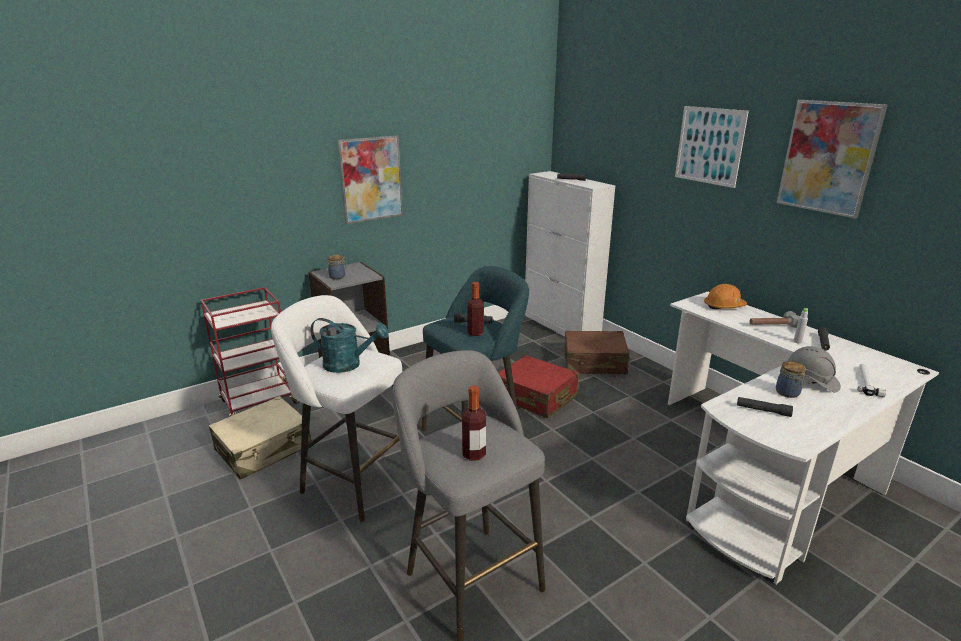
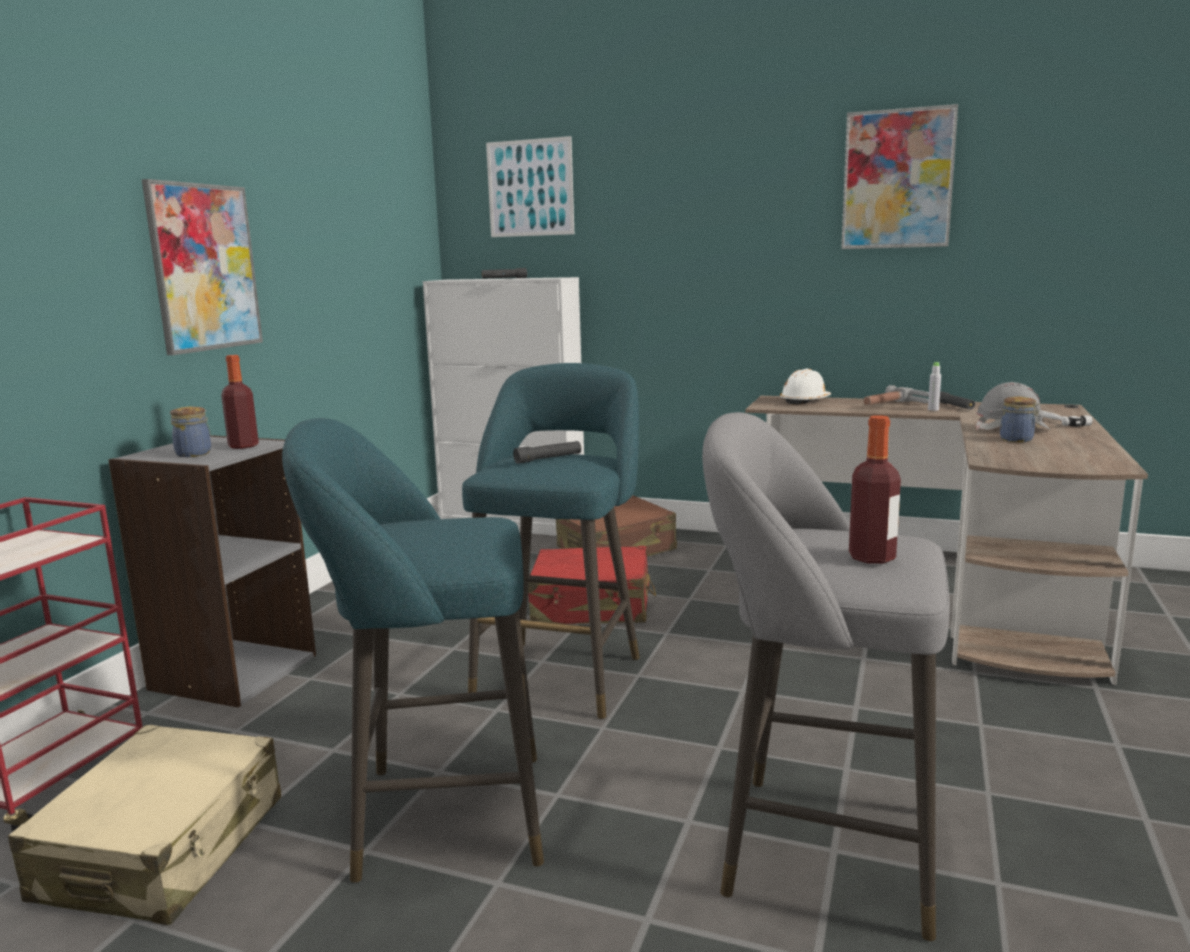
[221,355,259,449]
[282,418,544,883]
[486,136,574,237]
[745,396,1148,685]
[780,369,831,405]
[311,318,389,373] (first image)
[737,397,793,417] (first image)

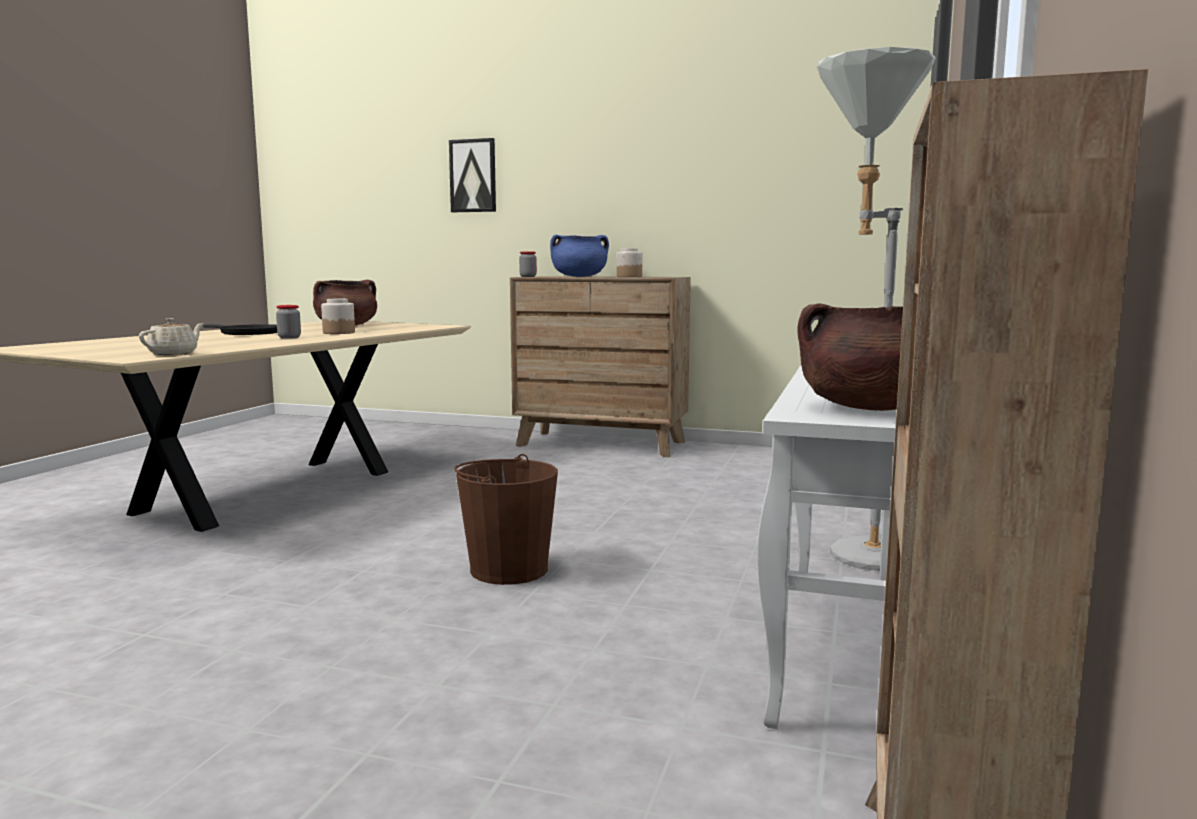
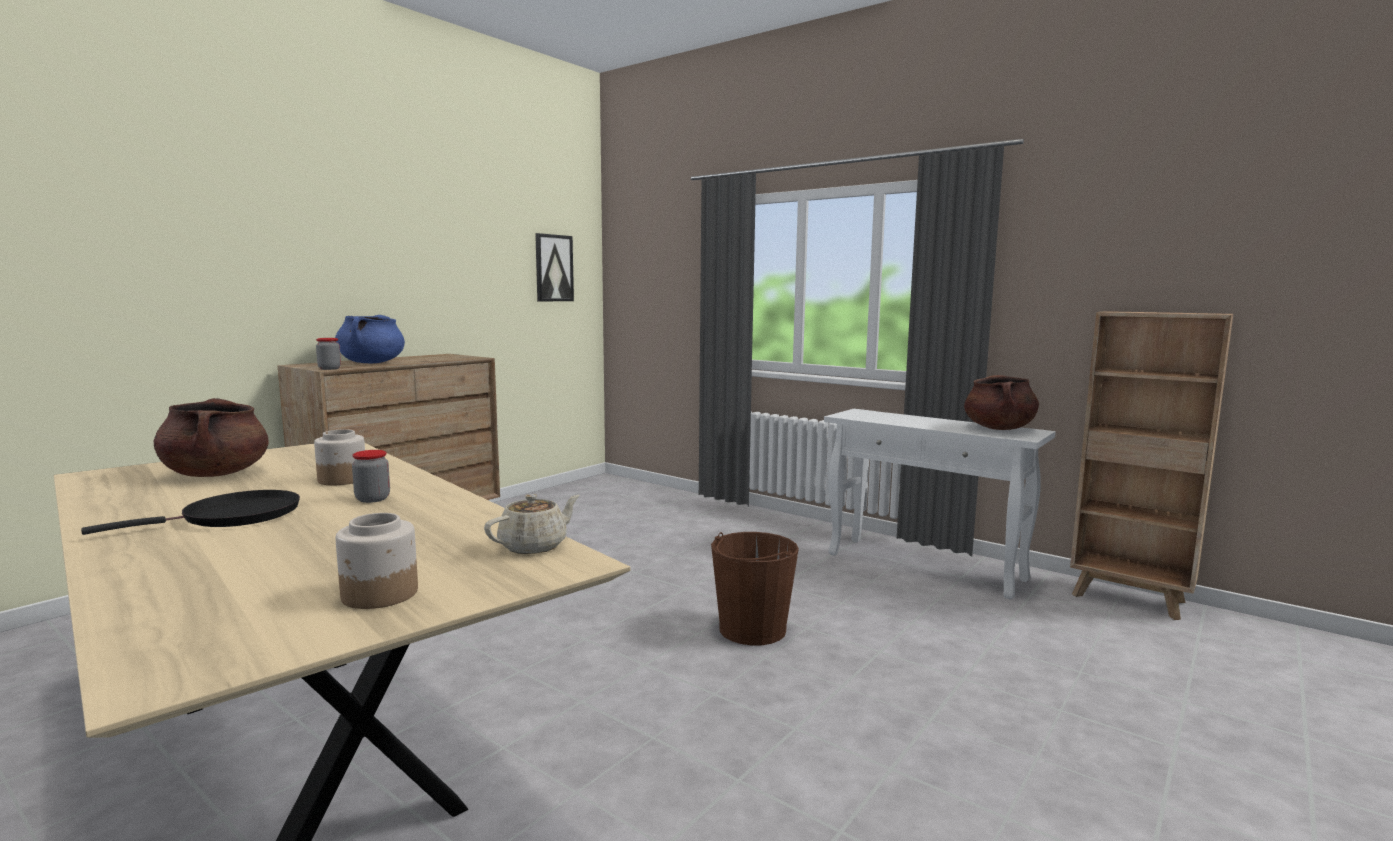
[336,513,418,609]
[484,494,580,554]
[535,233,574,301]
[817,47,936,571] (first image)

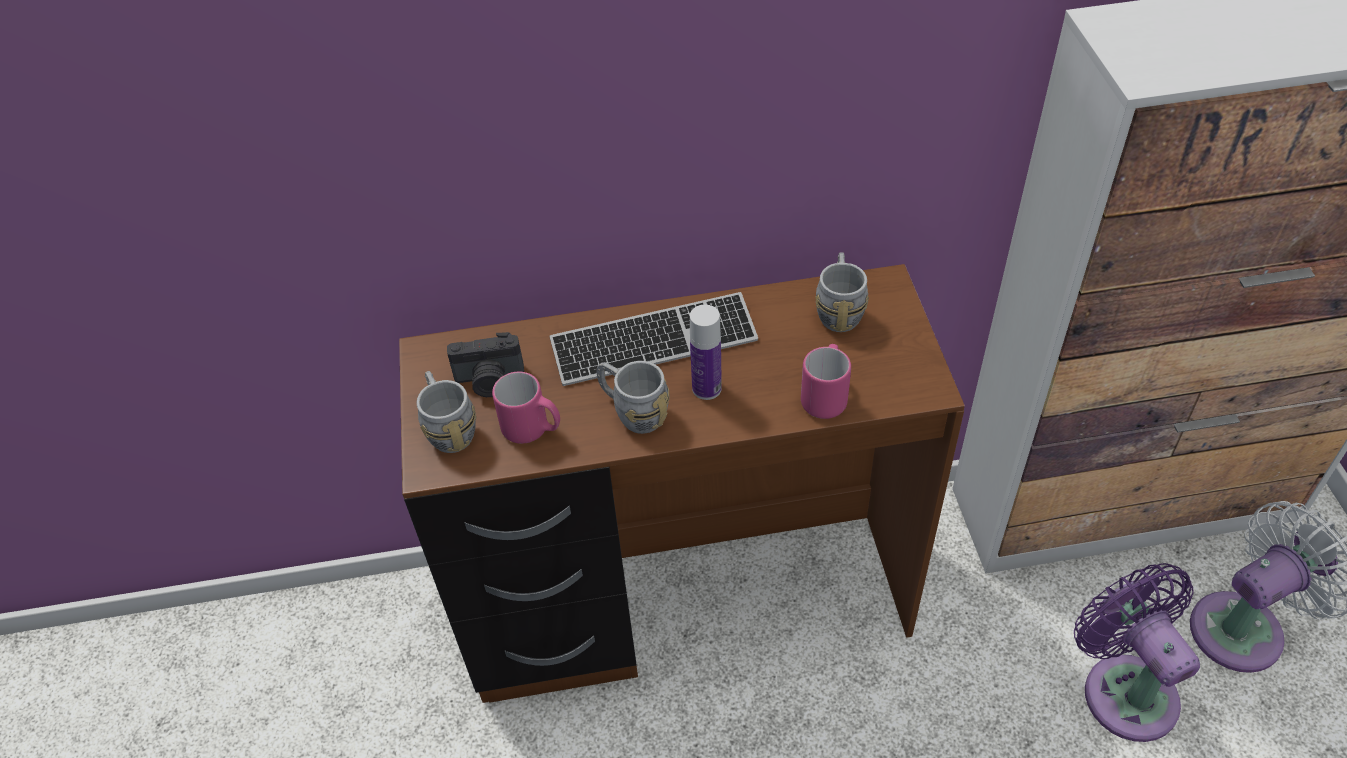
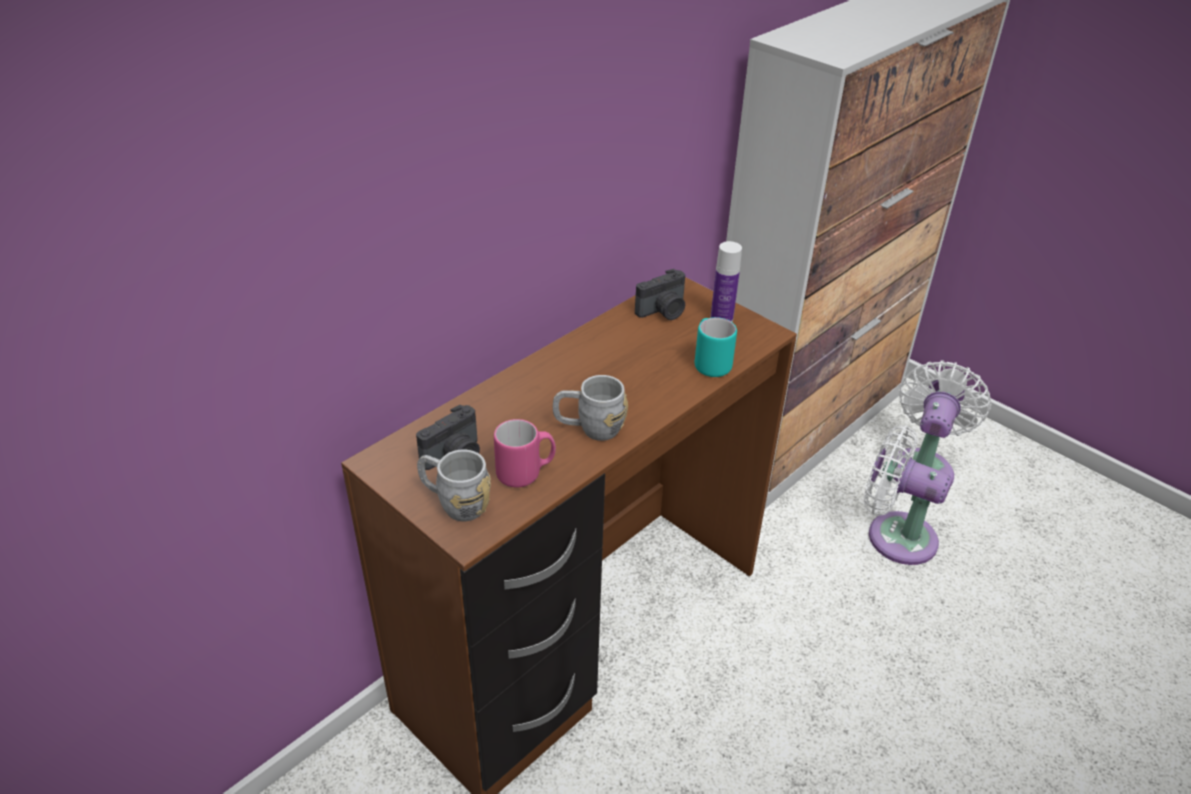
[635,269,685,320]
[695,317,737,377]
[710,241,742,322]
[863,425,952,565]
[550,292,758,386] (first image)

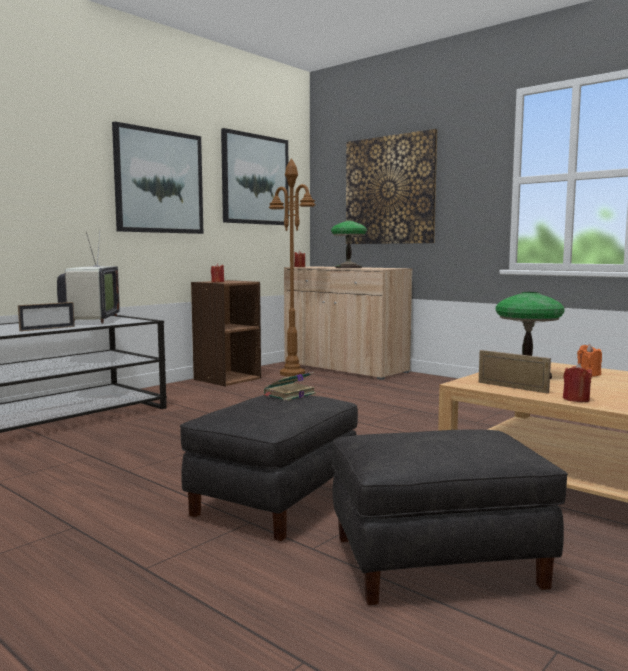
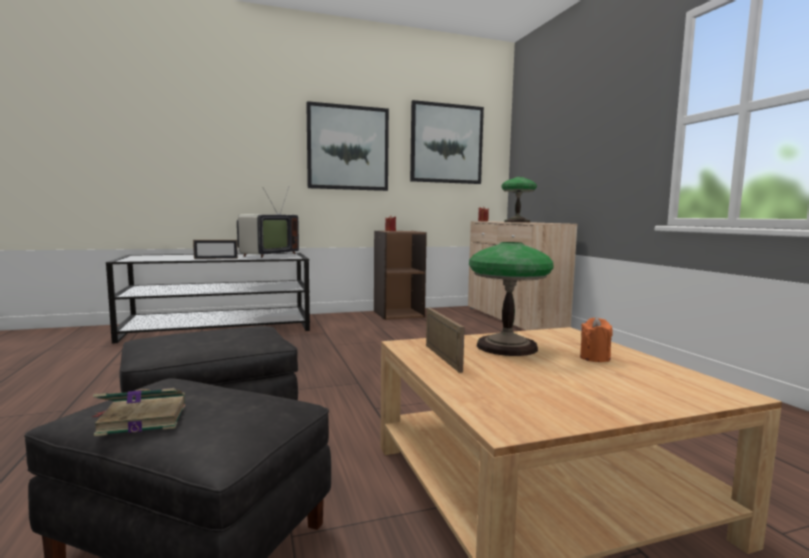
[92,388,185,436]
[269,158,316,376] (first image)
[346,129,437,244] (first image)
[563,363,592,402] (first image)

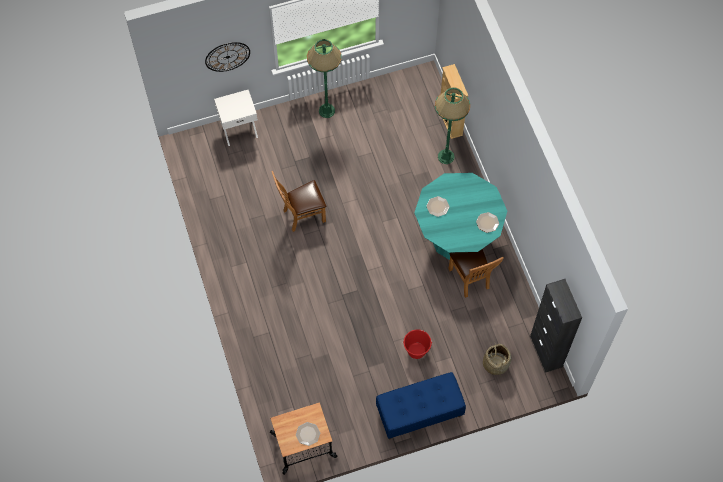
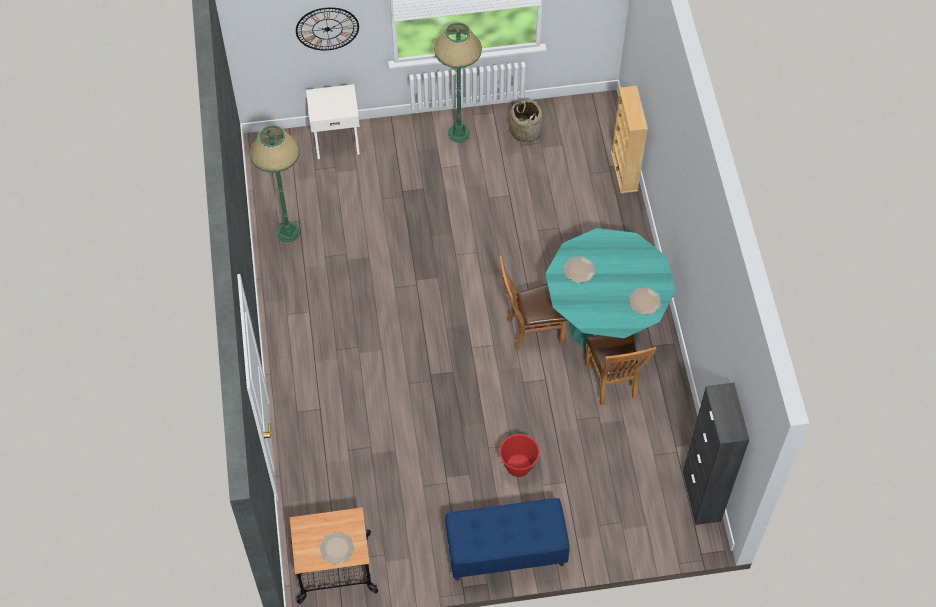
[250,125,300,242]
[499,255,568,350]
[509,100,543,143]

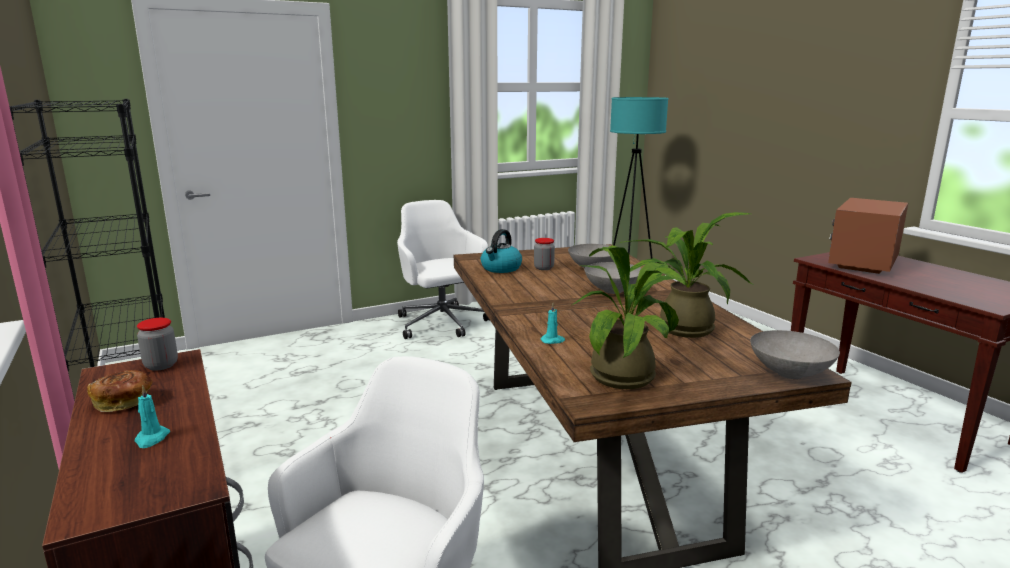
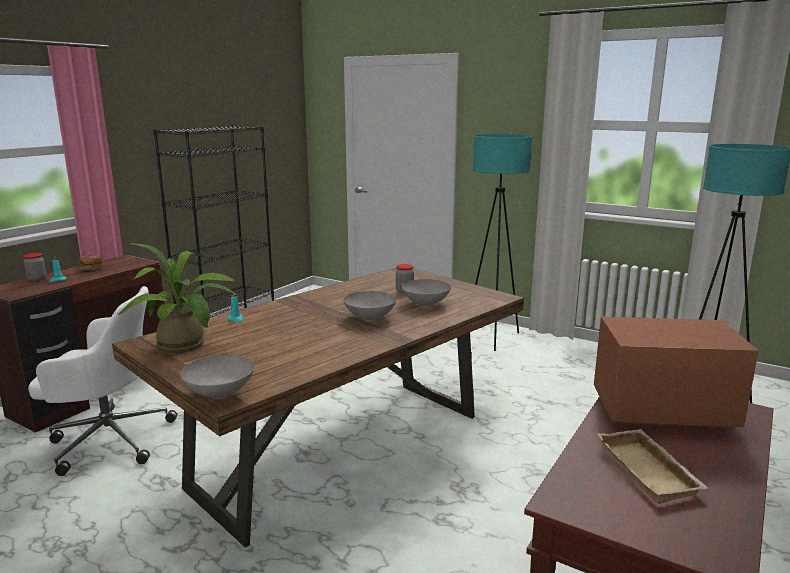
[23,253,46,281]
[473,134,533,351]
[597,429,709,504]
[481,229,522,273] (first image)
[619,212,753,338] (first image)

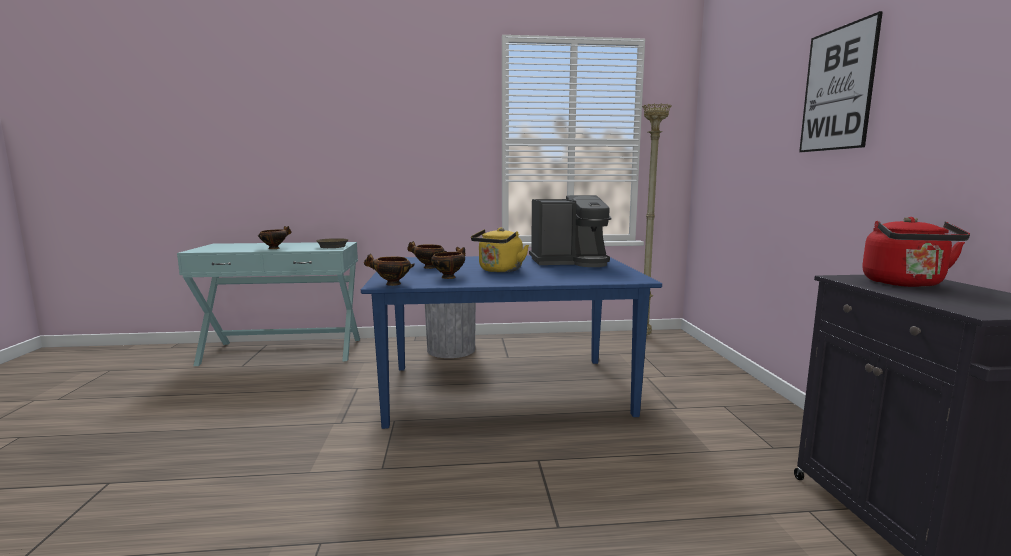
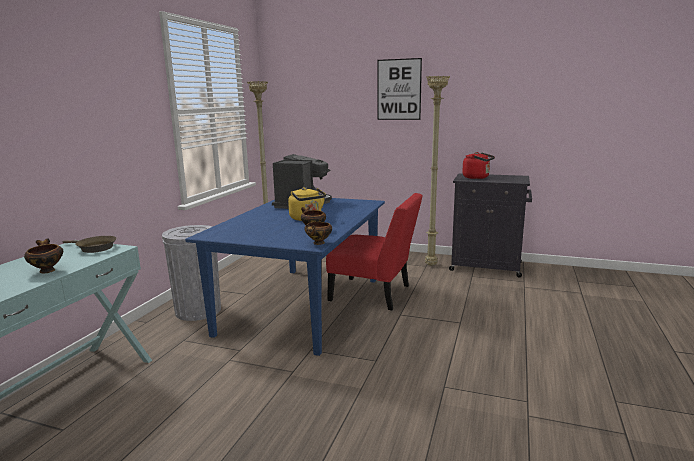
[326,193,423,310]
[425,76,450,266]
[407,241,447,269] (first image)

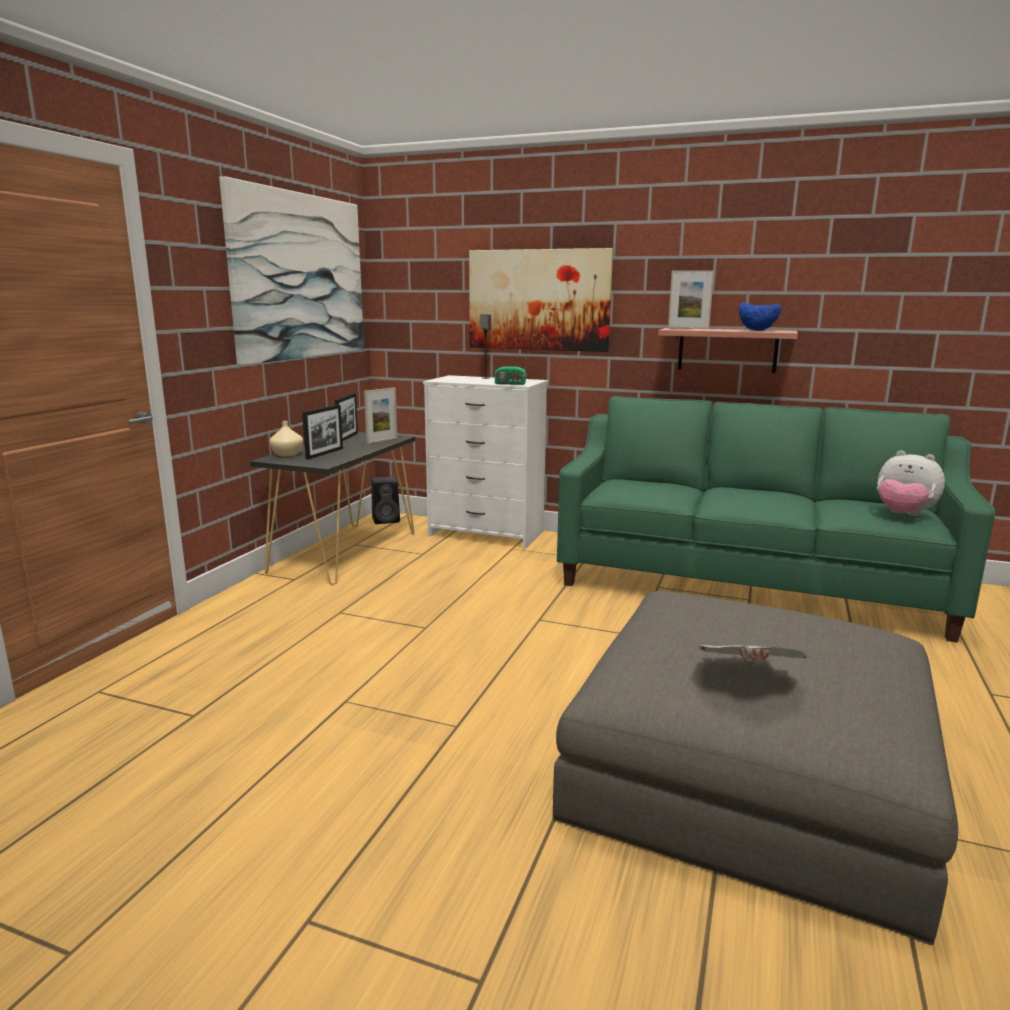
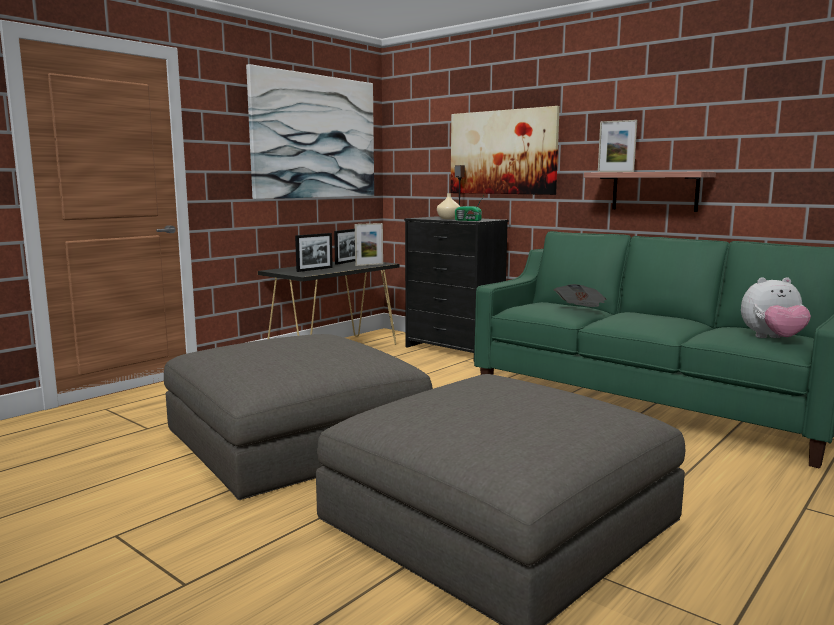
[164,334,433,500]
[404,217,509,353]
[437,193,460,219]
[554,284,606,307]
[741,277,811,338]
[371,477,400,524] (first image)
[739,302,781,331] (first image)

